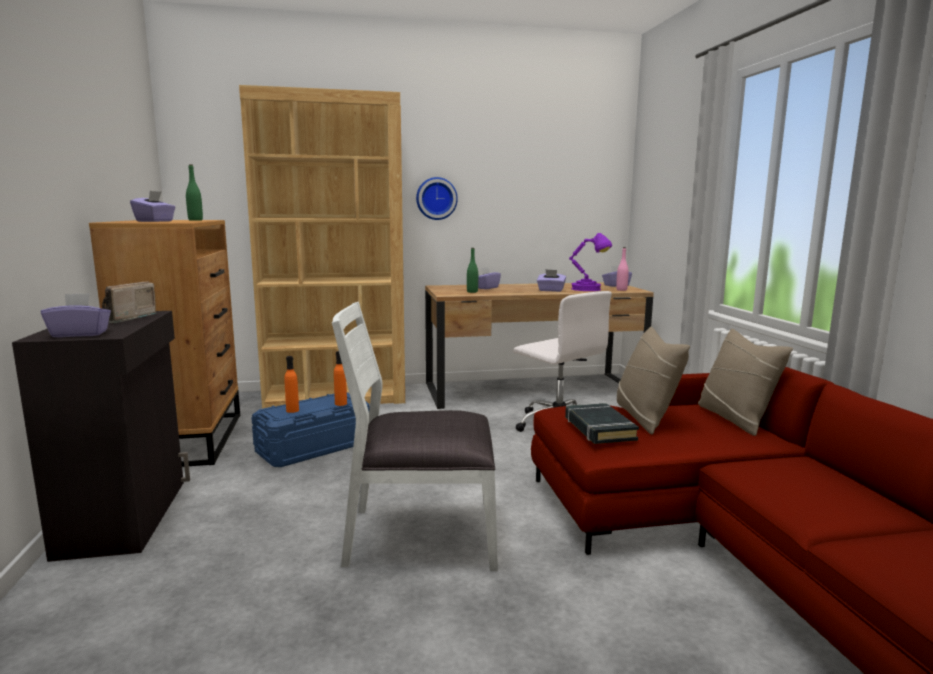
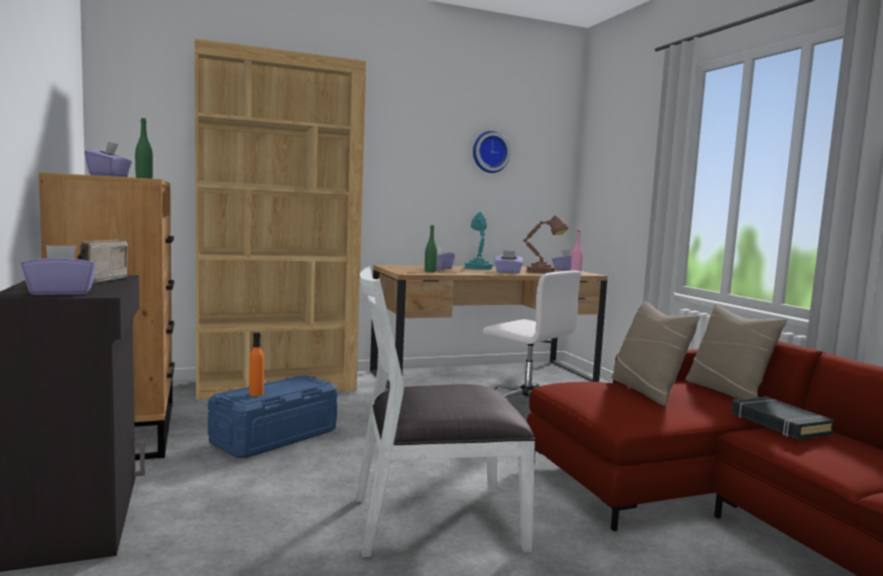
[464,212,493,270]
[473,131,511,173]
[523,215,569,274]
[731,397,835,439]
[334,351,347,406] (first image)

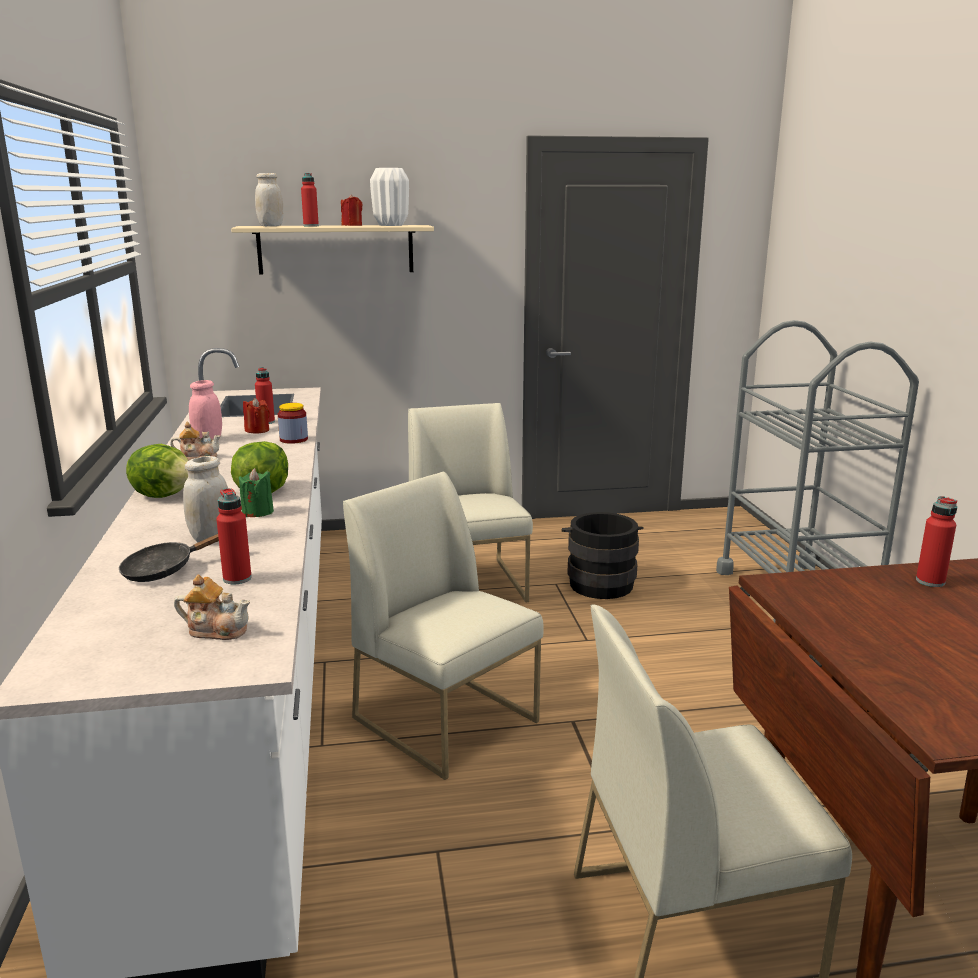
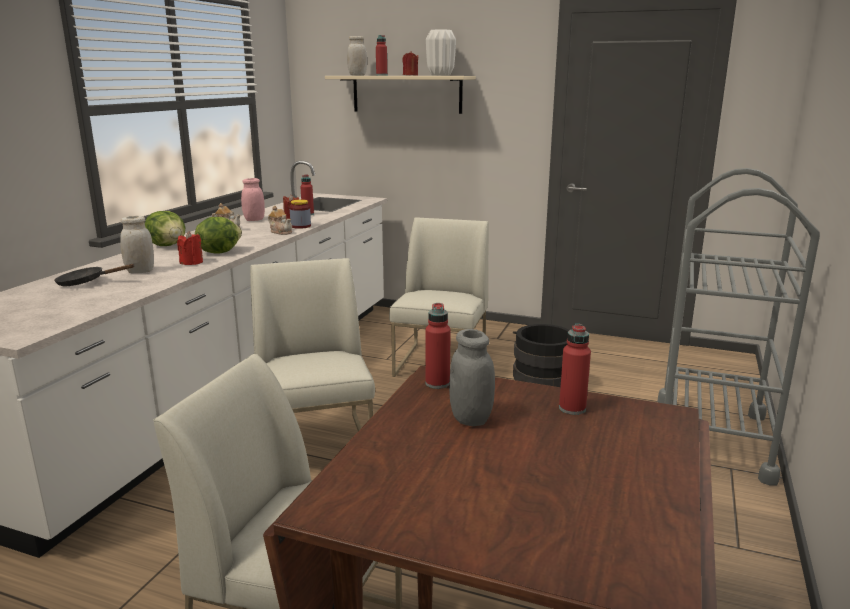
[177,231,203,265]
[268,206,292,235]
[425,303,451,389]
[449,329,495,426]

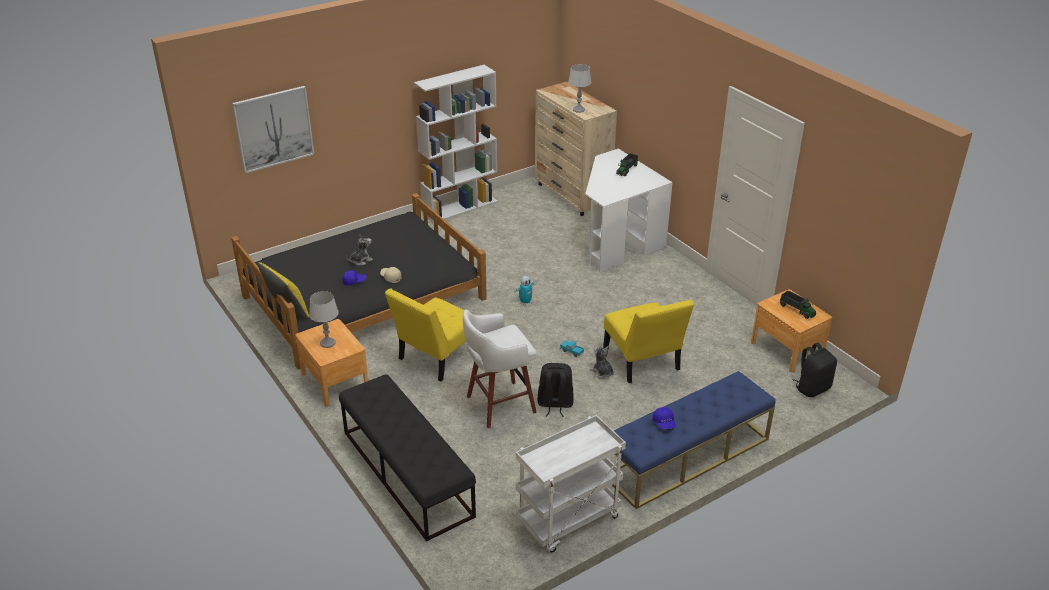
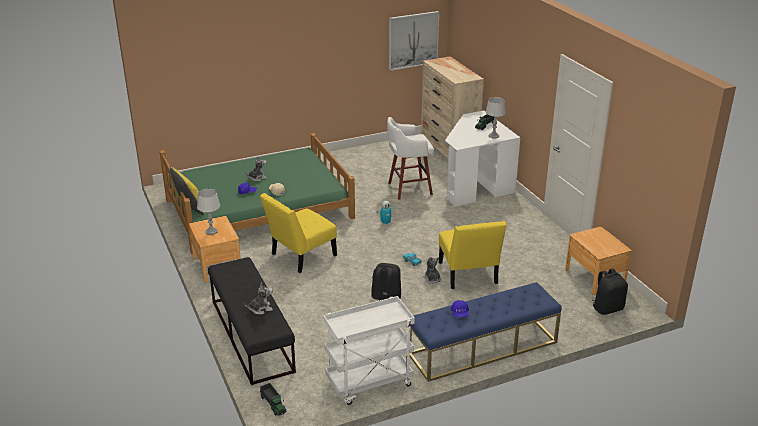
[159,133,355,255]
[244,283,273,315]
[260,383,286,416]
[387,117,434,200]
[389,11,439,71]
[486,97,506,139]
[414,65,498,223] (first image)

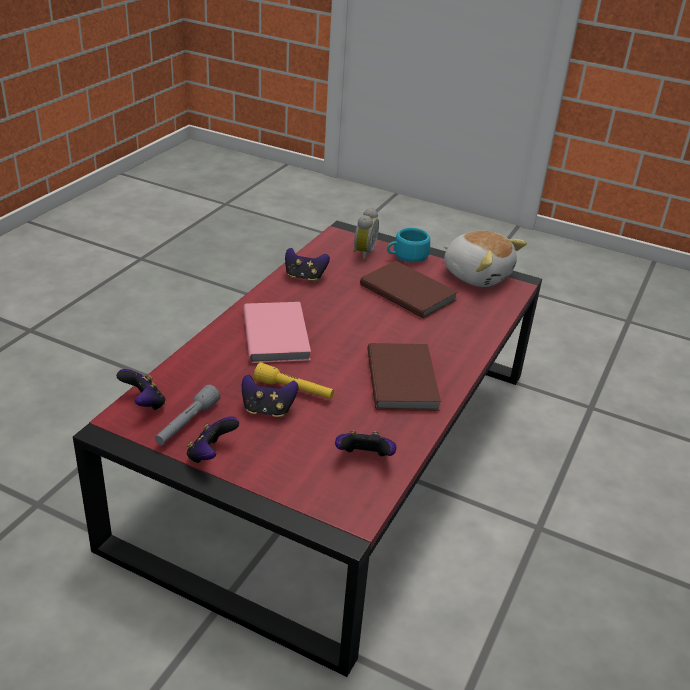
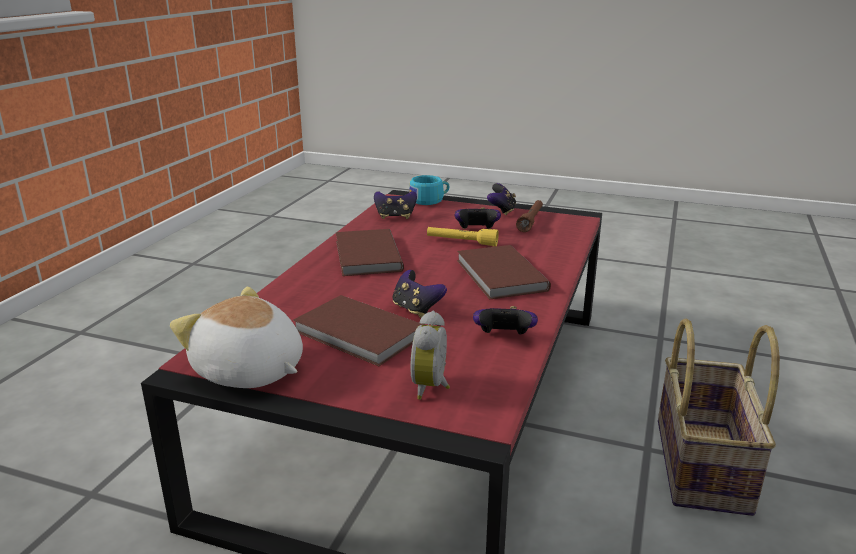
[392,270,447,318]
[409,175,449,205]
[457,245,551,299]
[516,200,543,232]
[658,319,780,516]

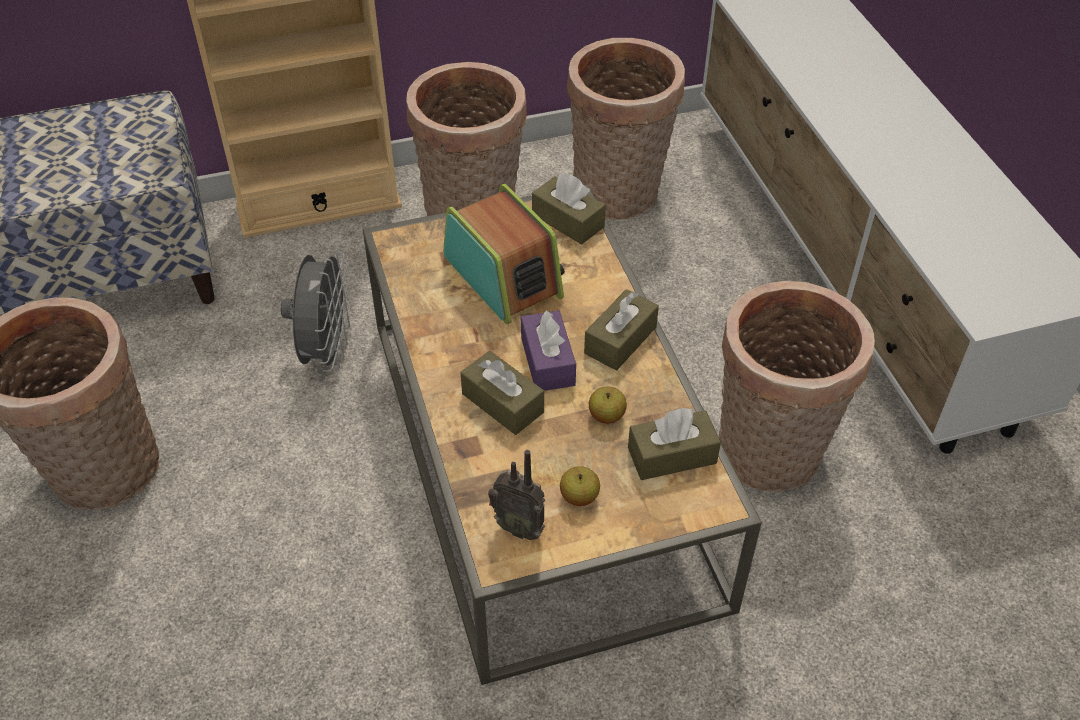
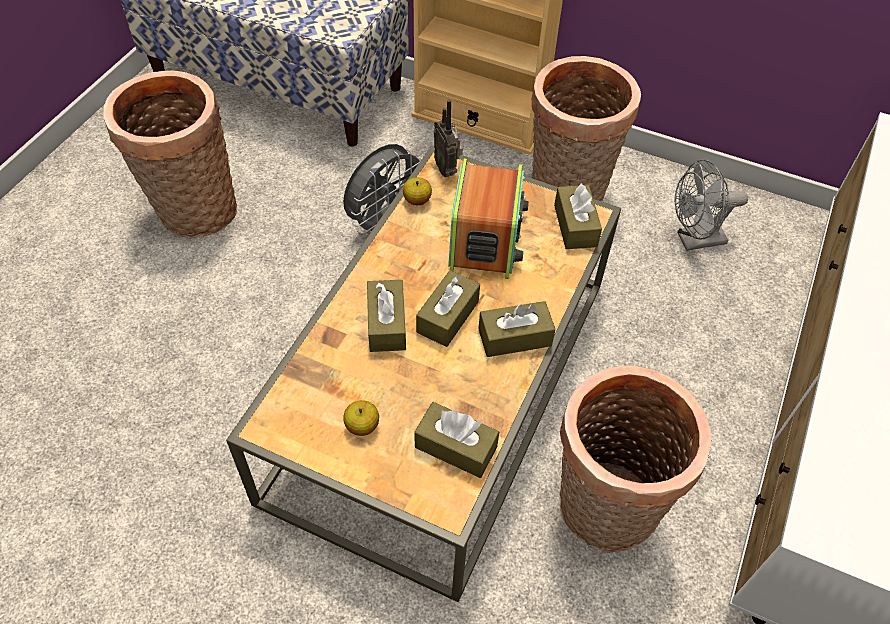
[403,177,432,205]
[416,270,480,347]
[434,99,463,177]
[674,159,748,251]

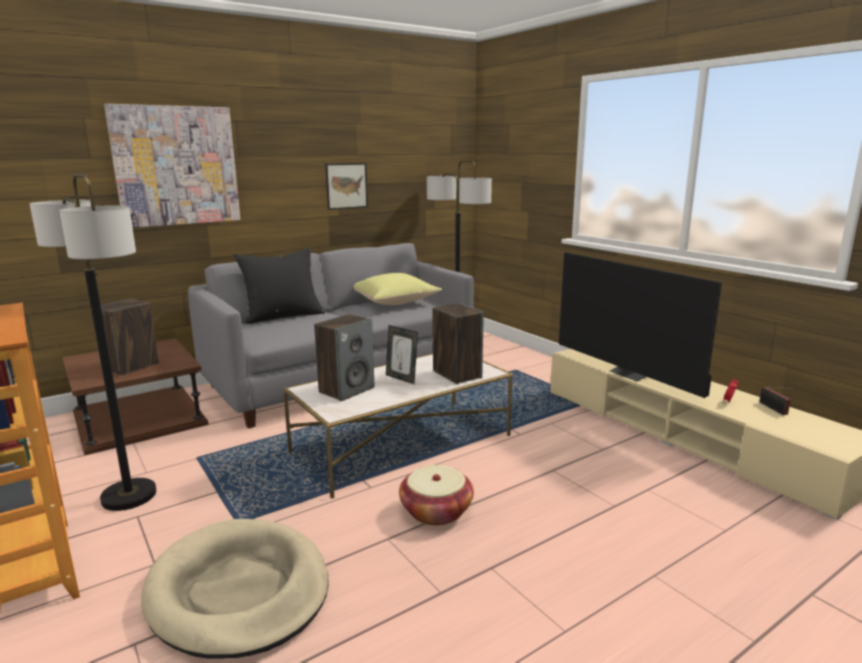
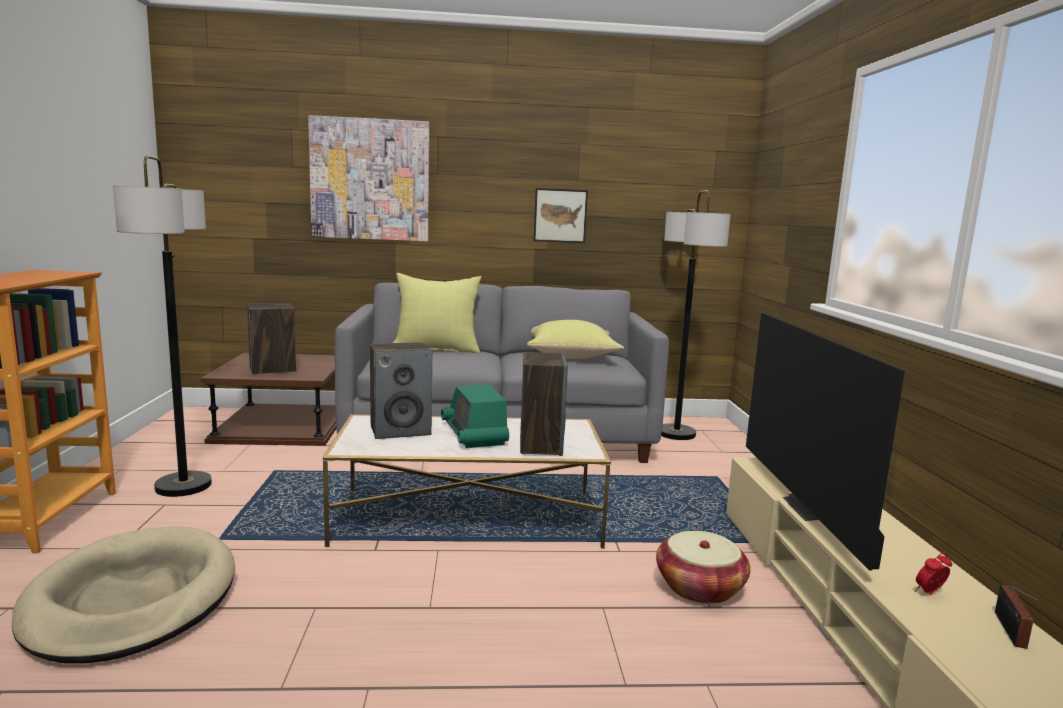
[393,273,482,353]
[441,384,509,448]
[656,531,751,604]

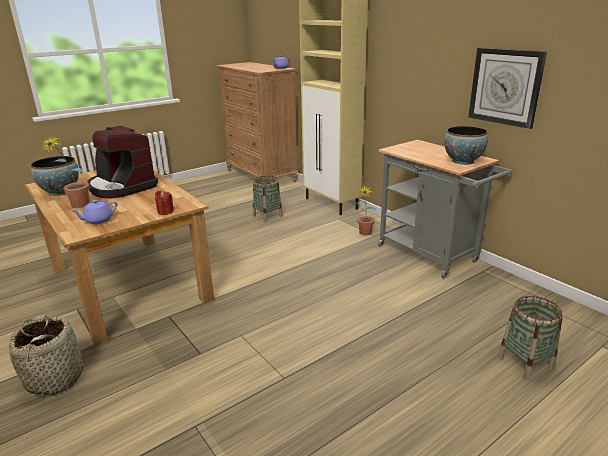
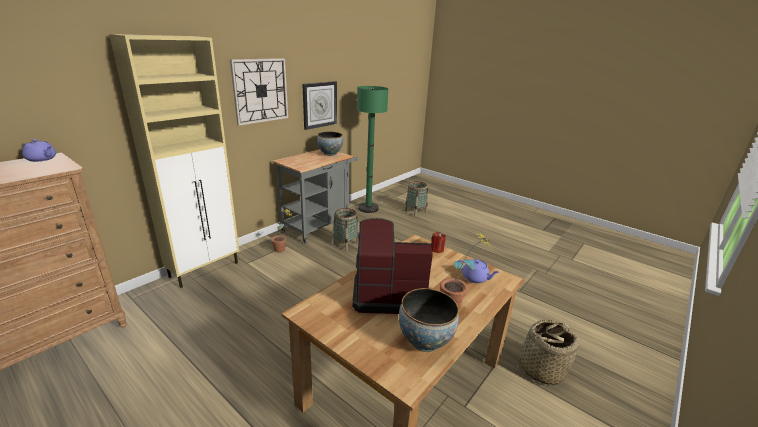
[230,58,288,126]
[332,208,359,251]
[352,218,433,314]
[357,86,388,213]

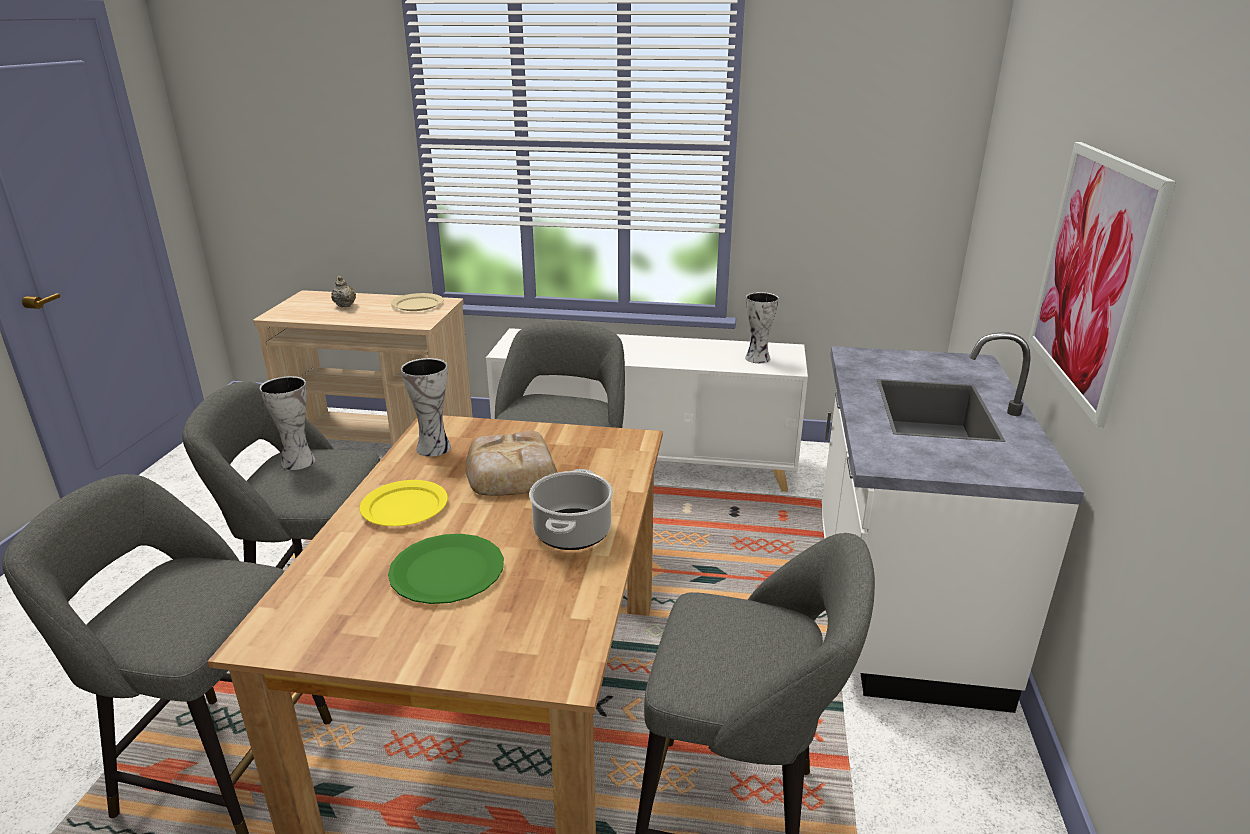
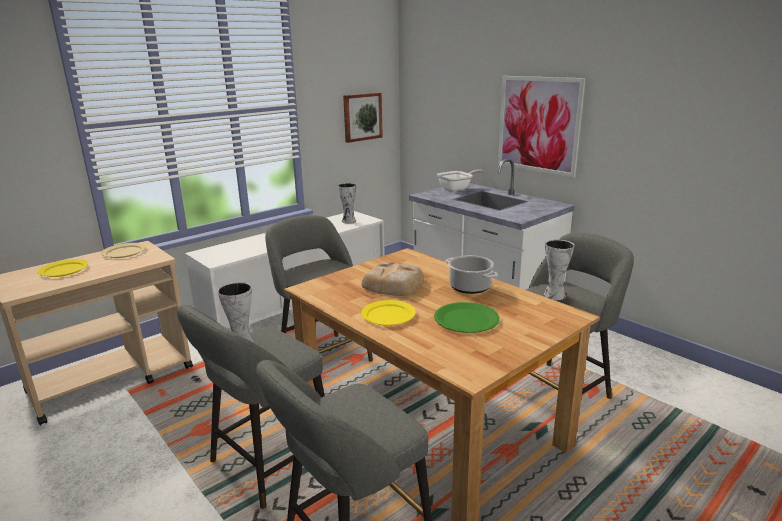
[38,259,88,277]
[343,92,383,143]
[437,170,484,191]
[544,240,574,300]

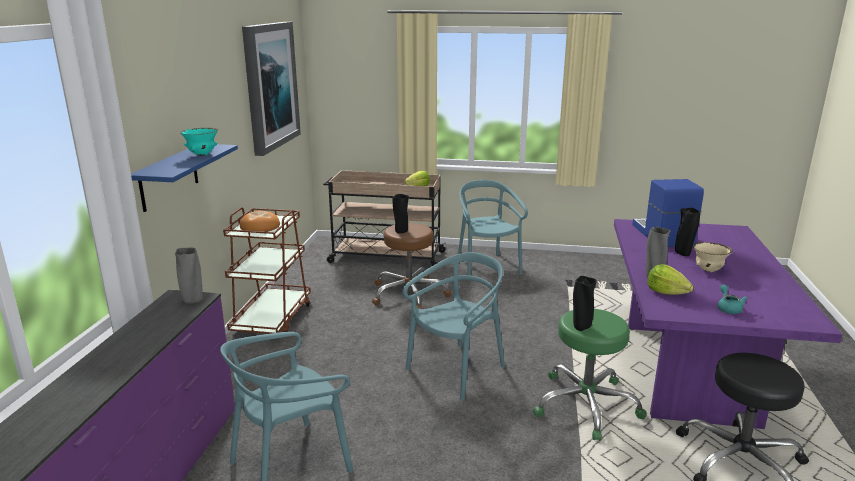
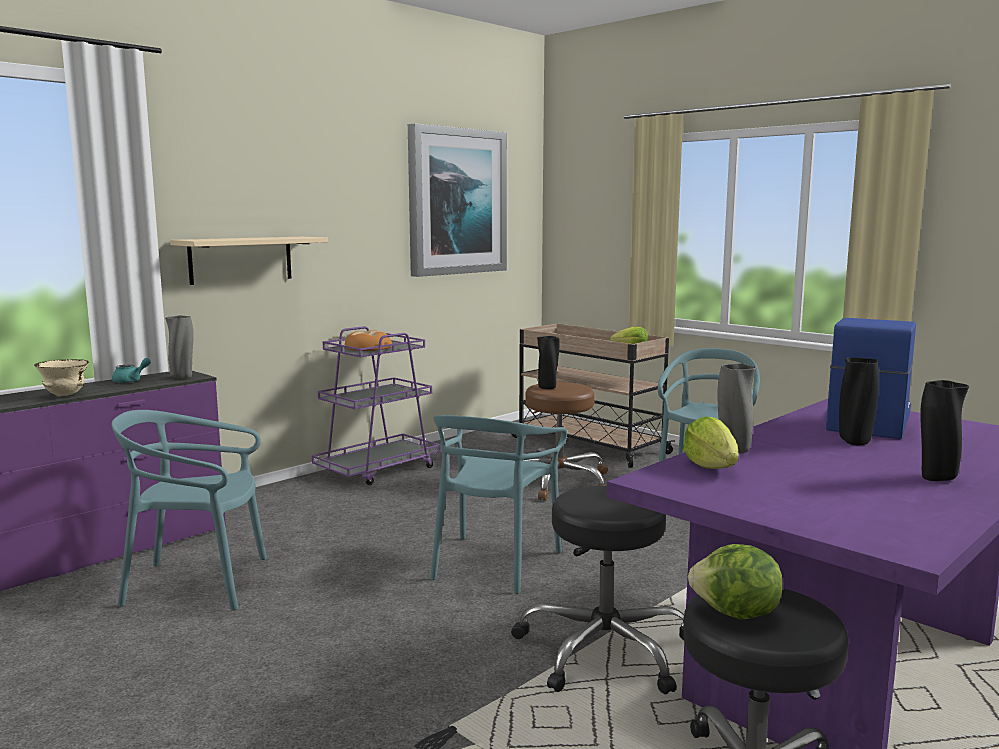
[34,359,89,397]
[112,358,151,383]
[170,237,328,285]
[312,326,441,485]
[430,415,567,594]
[511,486,684,694]
[688,544,783,620]
[920,380,969,481]
[180,128,218,156] (first image)

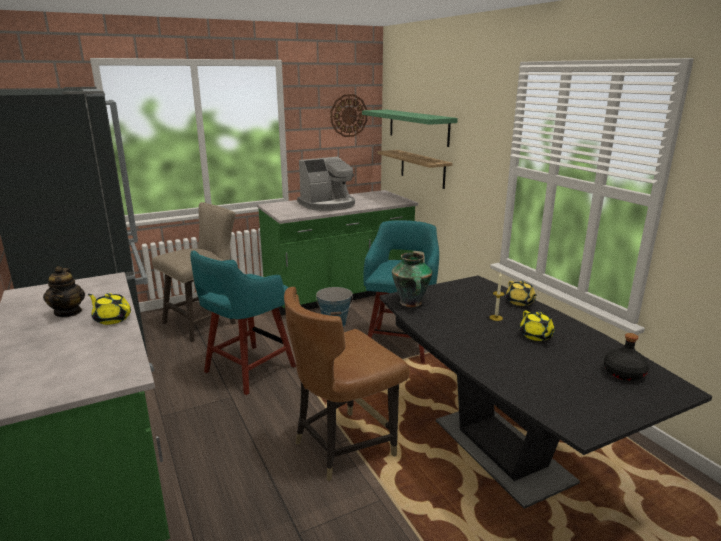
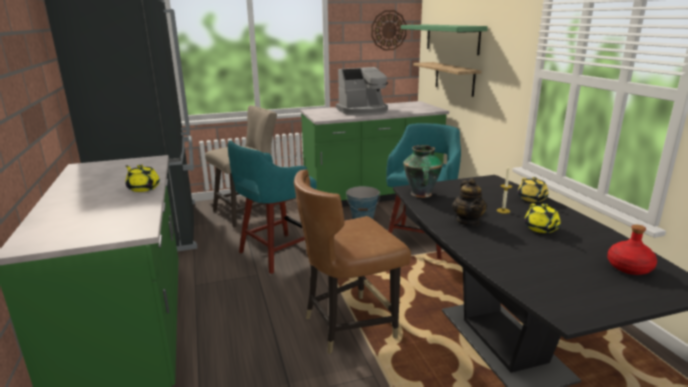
[452,178,487,226]
[607,225,657,275]

